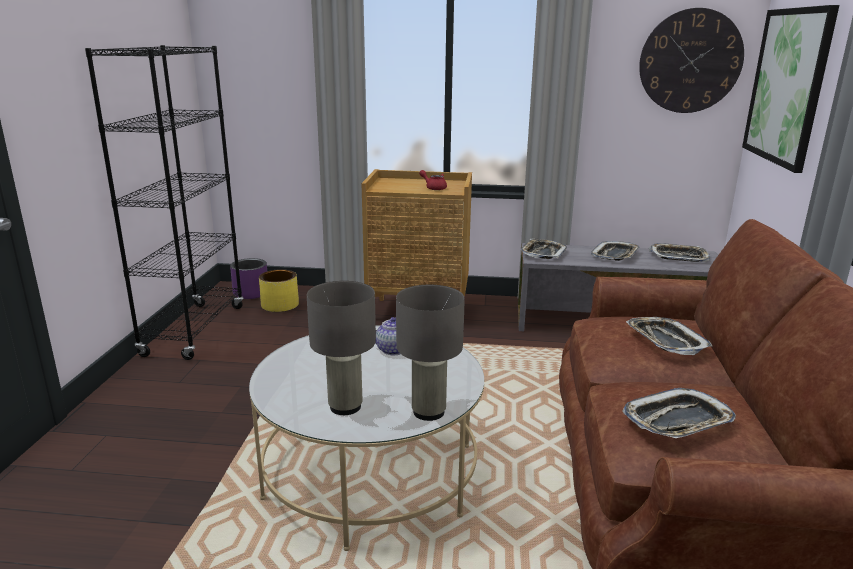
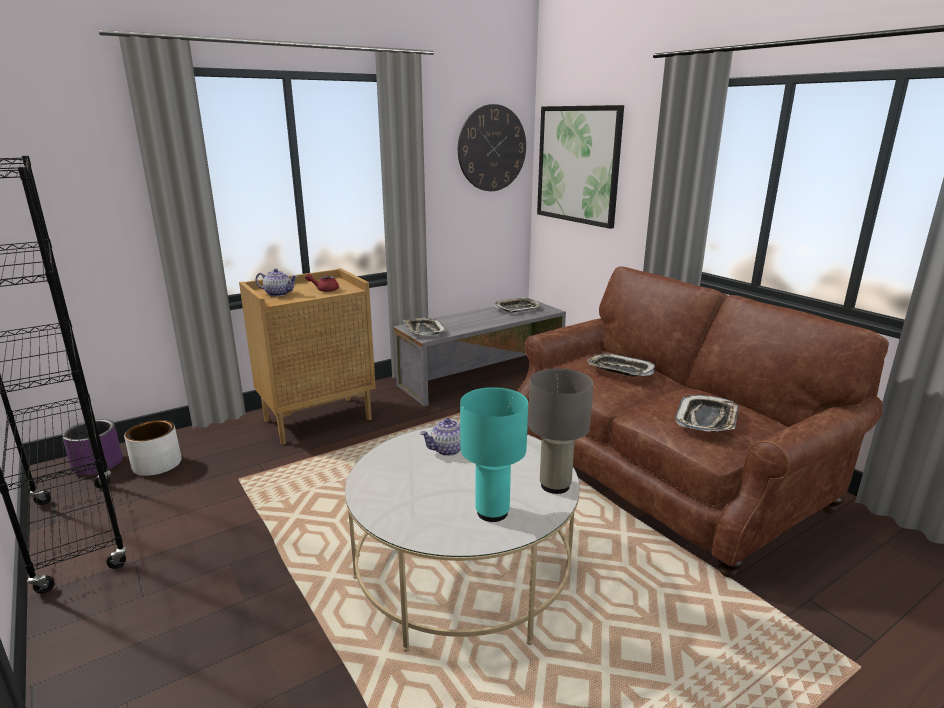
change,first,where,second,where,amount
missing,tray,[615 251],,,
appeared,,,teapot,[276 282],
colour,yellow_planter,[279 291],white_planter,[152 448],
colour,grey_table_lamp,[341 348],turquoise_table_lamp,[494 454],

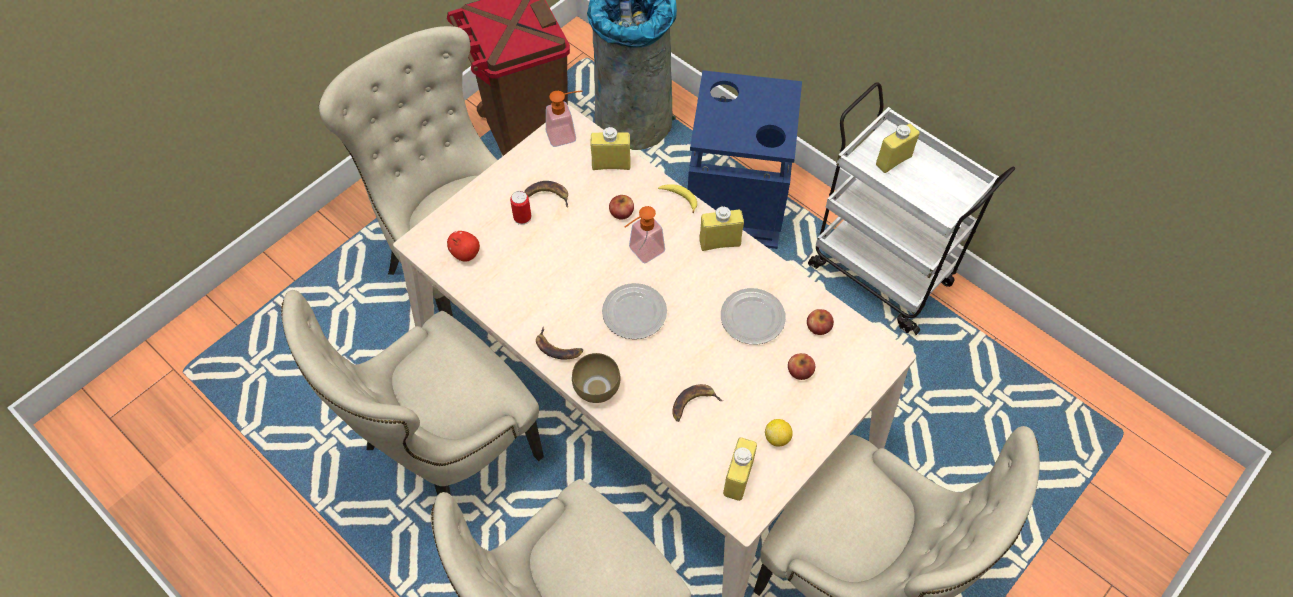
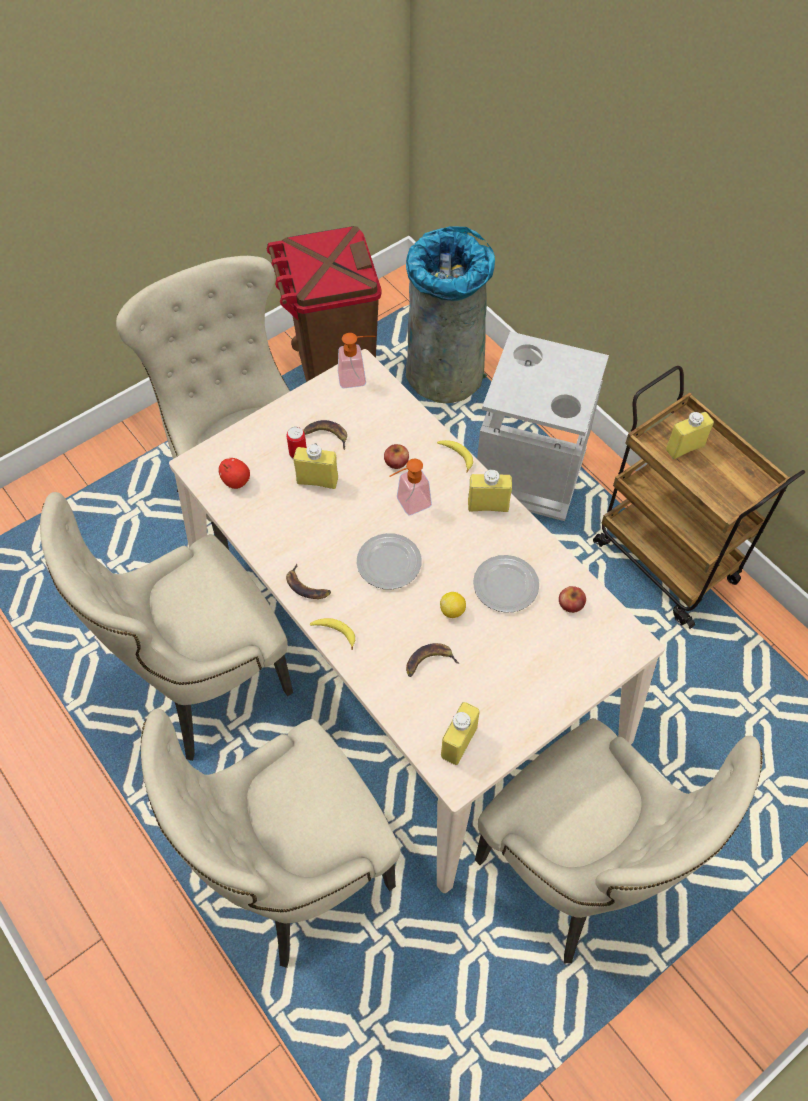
change,first,where,second,where,amount
missing,apple,[801 366],,,
relocated,yellow_bottle,[610 148],,[316 466],
relocated,lemon,[779 433],,[453 605],
exchanged,brown_bowl,[596 378],banana,[332 634],
colour,blue_trash_can,[745 159],grey_trash_can,[543 426],
colour,white_cart,[911 208],brown_cart,[699 497],

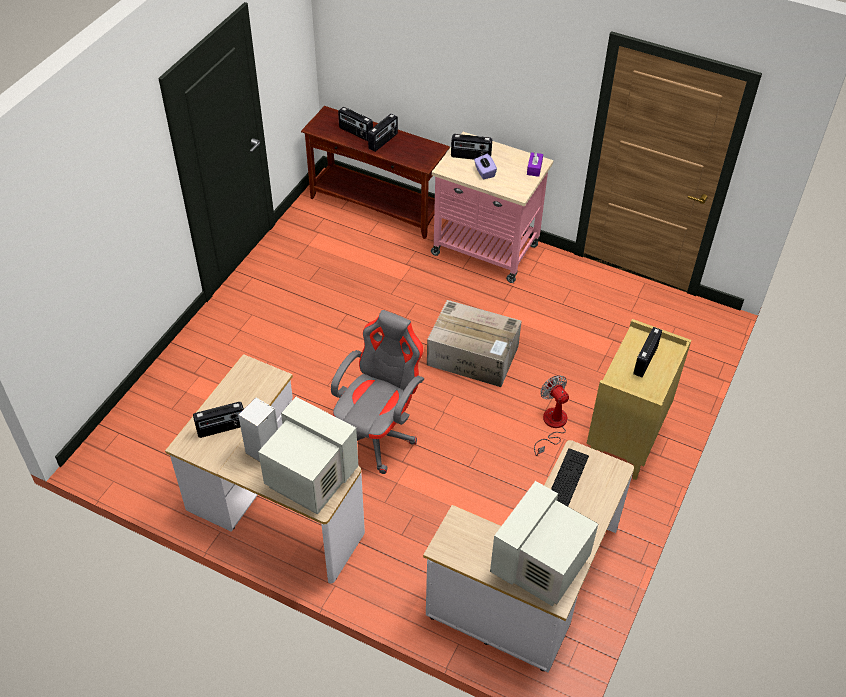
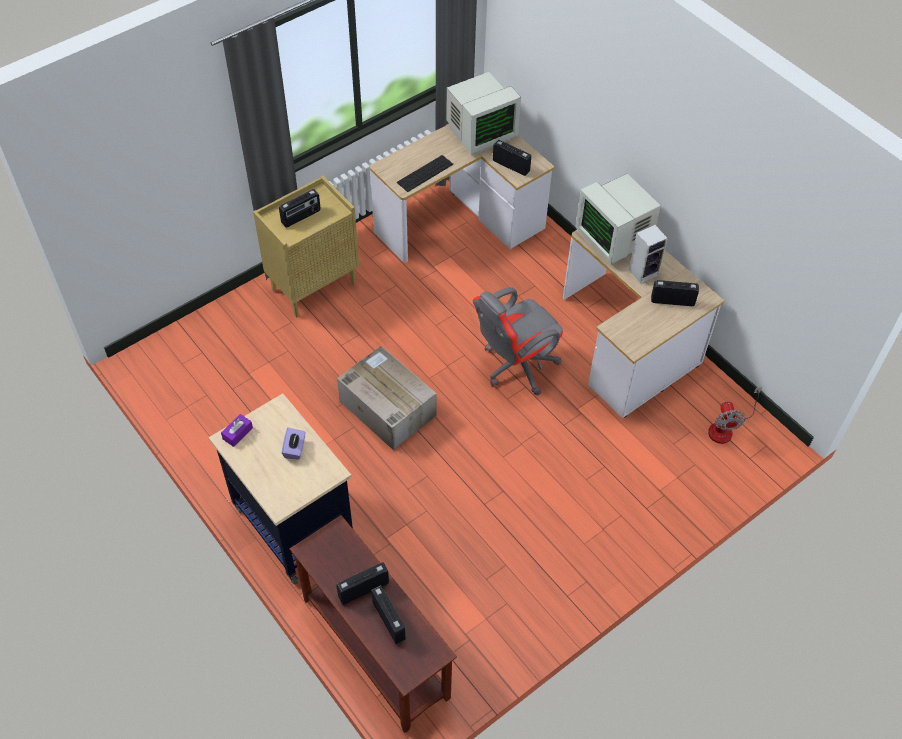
change,first,where,second,where,amount
relocated,radio,[471 147],,[512 158],
relocated,fan,[551 415],,[735 415],
colour,pink_cart,[492 207],blue_cart,[281 489],

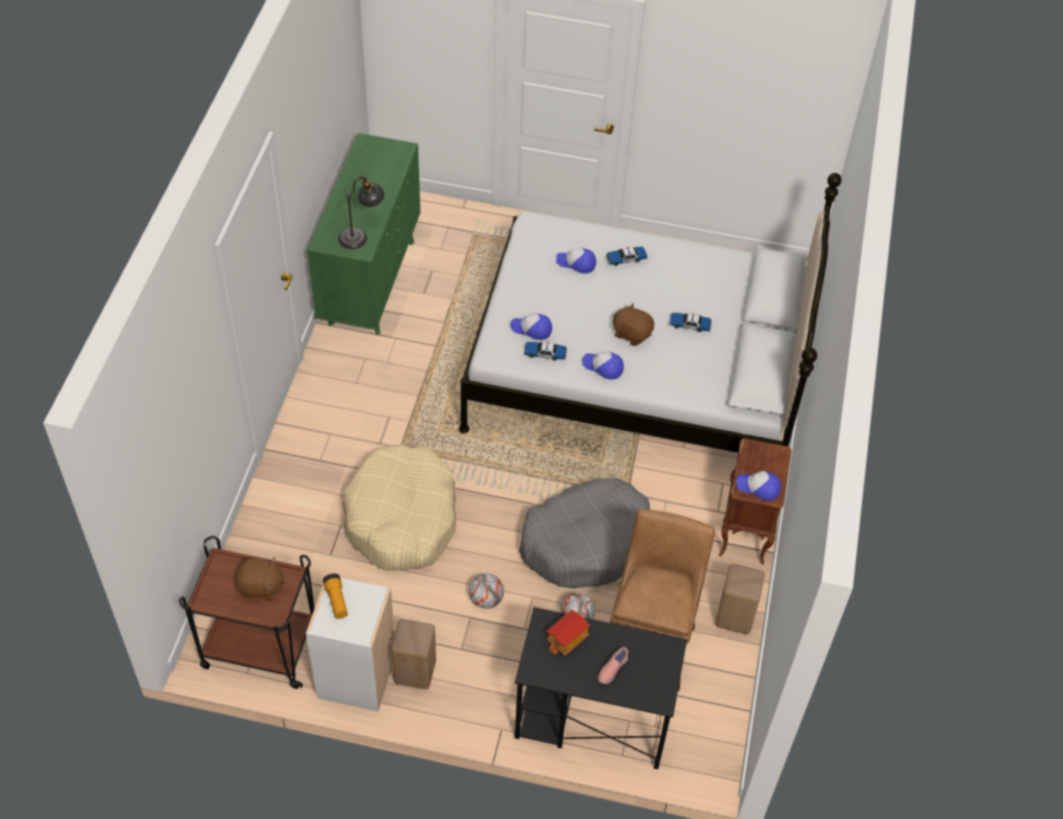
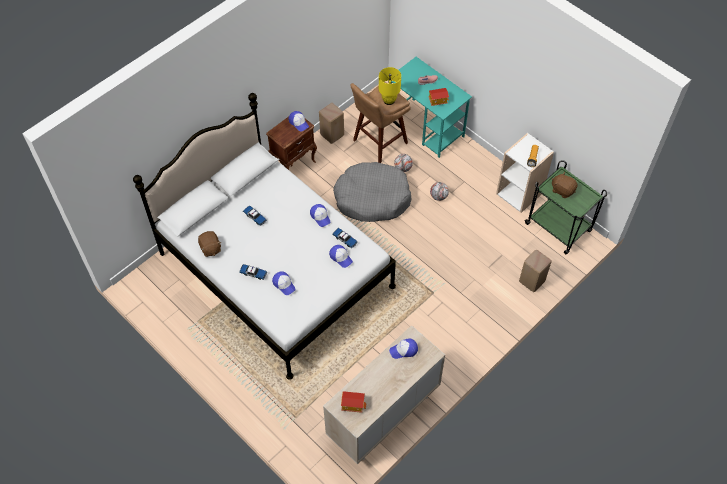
change,first,where,second,where,amount
missing,beige_dog_bed,[399 507],,,
appeared,,,toy_house,[354 402],
appeared,,,yellow_table_lamp,[390 86],
relocated,beige_stool,[413 654],,[535 271],
relocated,brown_plush_toy,[633 324],,[209 244],
exchanged,grey_table_lamp,[361 212],cap,[403 348],
colour,brown_cart,[247 612],green_cart,[566 207],
colour,green_dresser,[363 234],white_dresser,[384 394],
colour,black_desk,[601 688],turquoise_desk,[431 107],

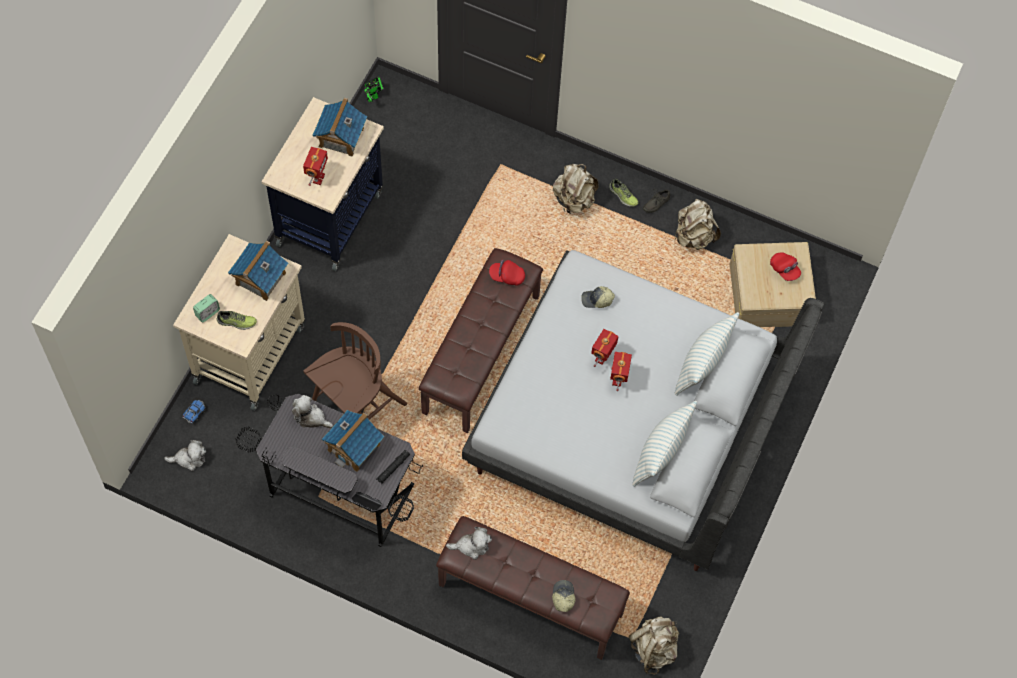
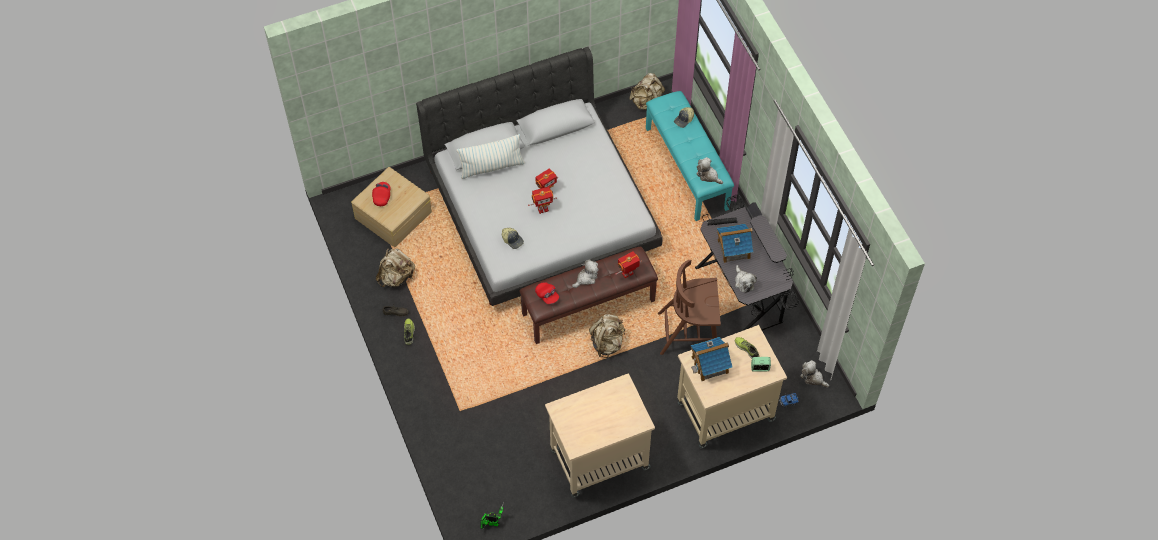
change,first,where,second,where,amount
missing,toy_house,[340 127],,,
missing,pillow,[664 444],,,
appeared,,,plush_toy,[585 273],
relocated,toy_robot,[315 166],,[628 264],
relocated,beige_backpack,[575 189],,[607 336],
colour,blue_cart,[322 184],beige_cart,[600 435],
colour,brown_bench,[533 588],turquoise_bench,[690 156],

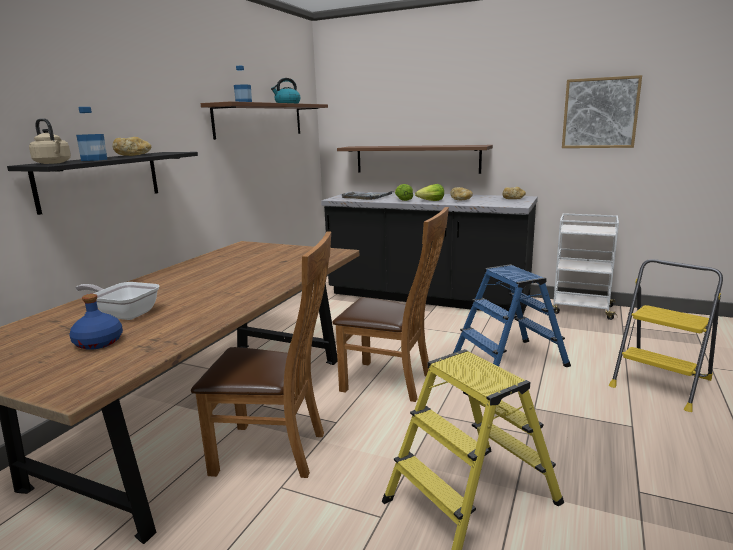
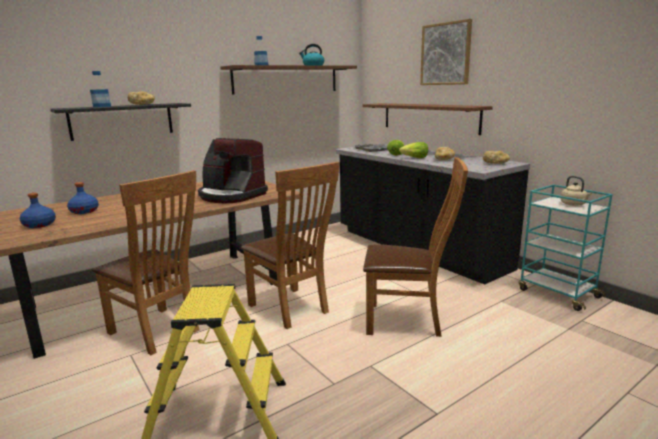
change,first,where,second,where,amount
missing,yellow_step_ladder,[665 335],,,
appeared,,,coffee_machine,[233 170],
relocated,beige_kettle,[50 141],,[576 191],
relocated,picture,[602 111],,[446 52],
exchanged,frying_pan,[117 301],blue_bottle,[83 198],
exchanged,blue_step_ladder,[512 315],brown_chair,[415 247],
colour,white_cart,[585 266],turquoise_cart,[566 248],

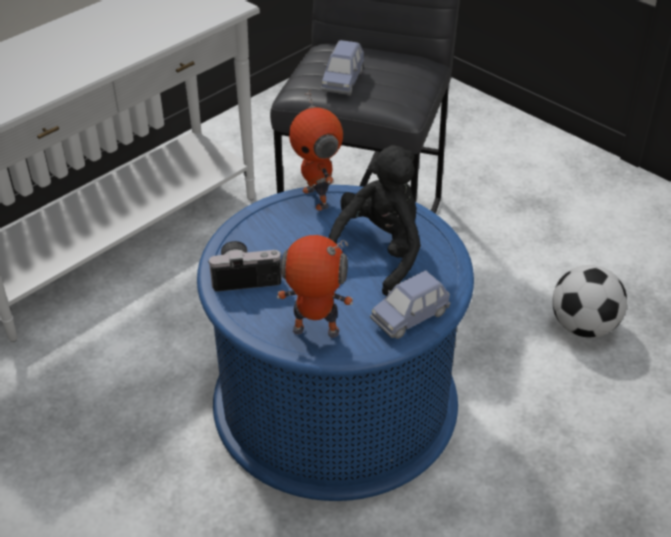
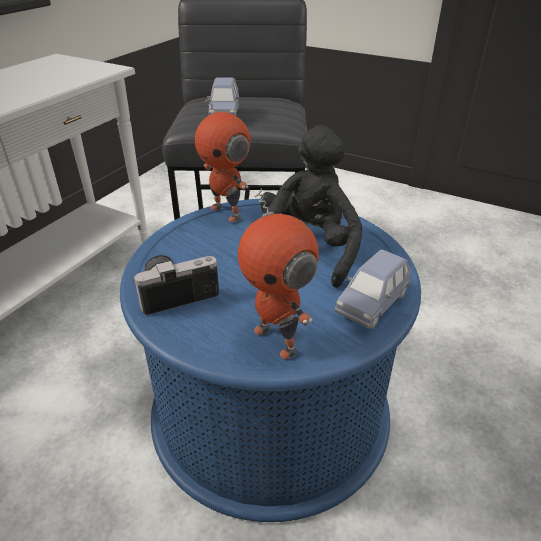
change,first,where,second,where,amount
missing,football,[590 301],,,
spun,toy_robot,[315 286],,[278 274],120 degrees counterclockwise

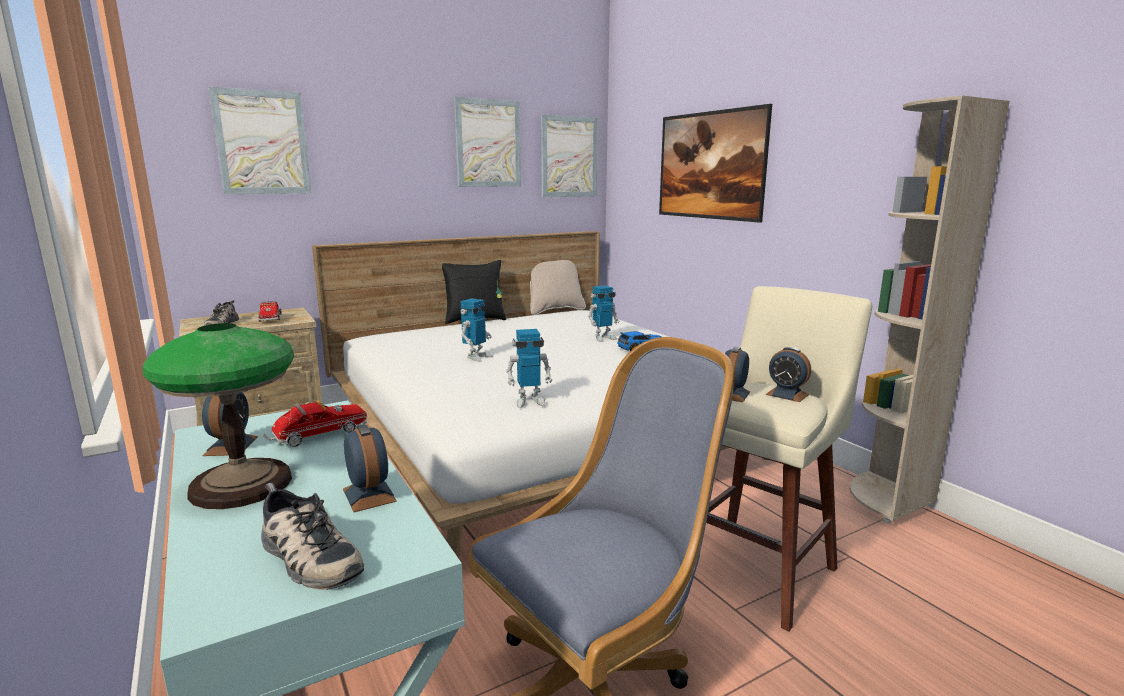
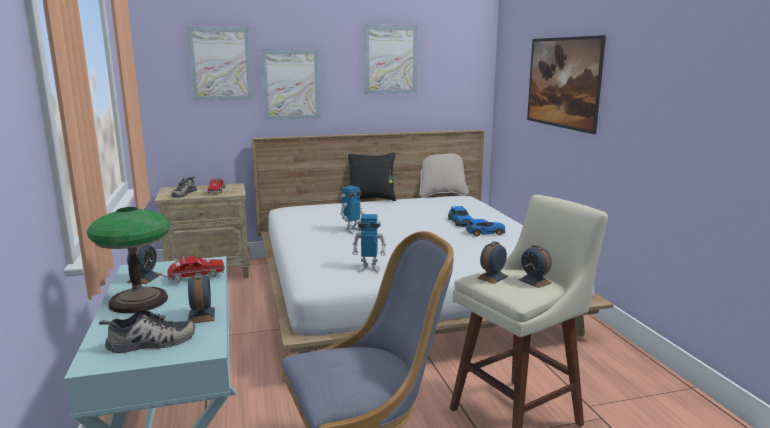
change,first,where,second,where,amount
missing,beige_bookcase,[930 309],,,
relocated,picture,[569 156],,[291 84],
exchanged,toy_robot,[604 313],toy_car,[460 216],
spun,shoe,[312 536],,[147 331],75 degrees counterclockwise

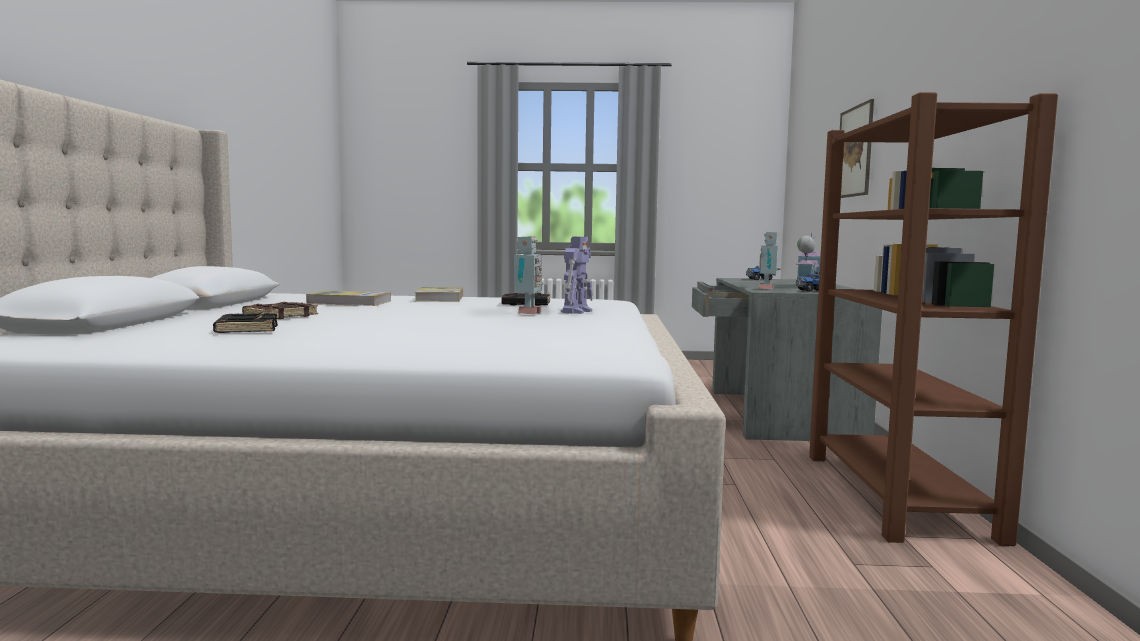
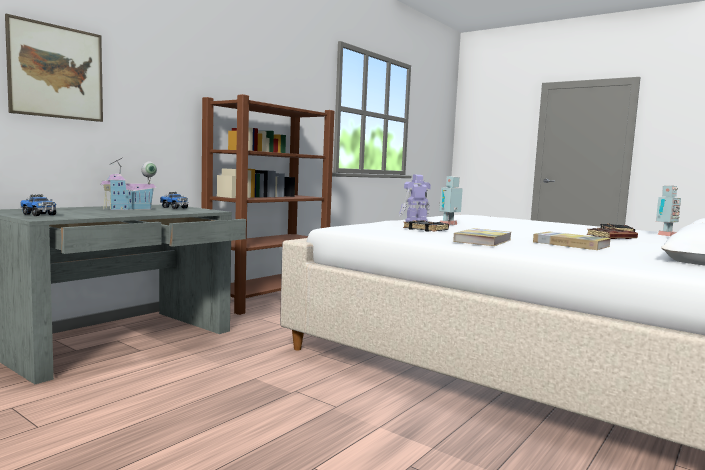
change,first,where,second,where,amount
relocated,toy_robot,[769 260],,[668 211],

